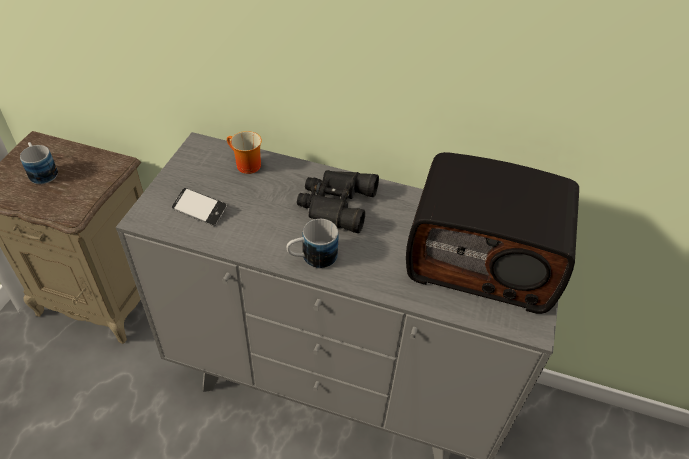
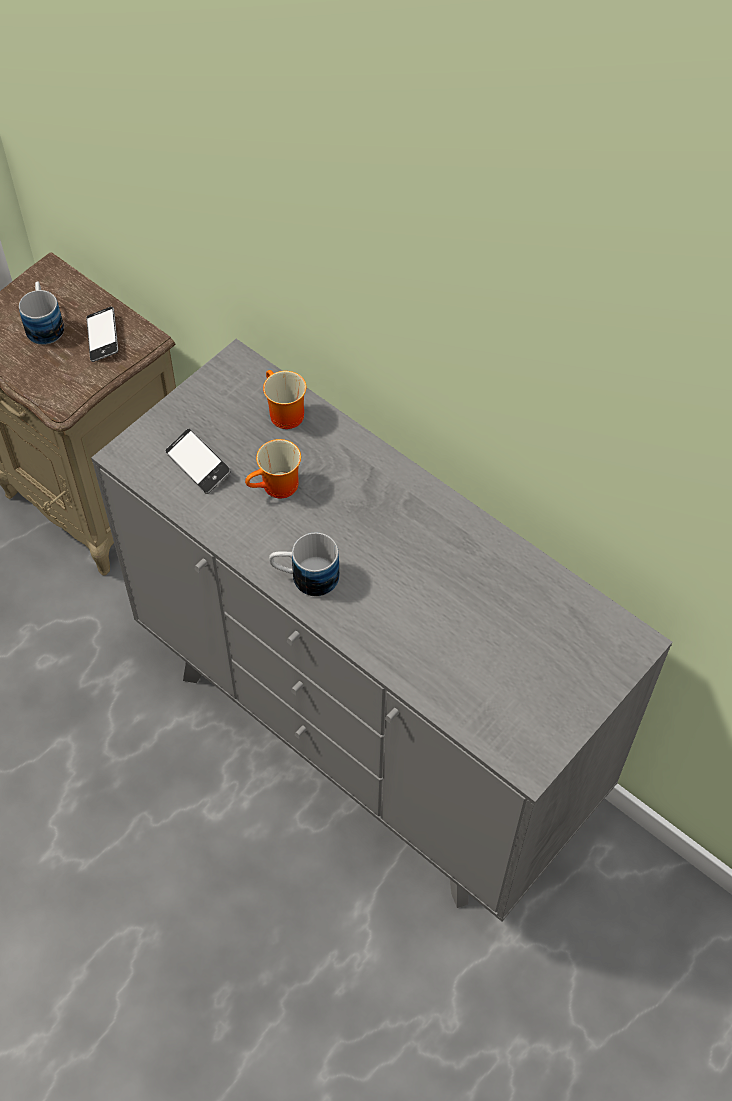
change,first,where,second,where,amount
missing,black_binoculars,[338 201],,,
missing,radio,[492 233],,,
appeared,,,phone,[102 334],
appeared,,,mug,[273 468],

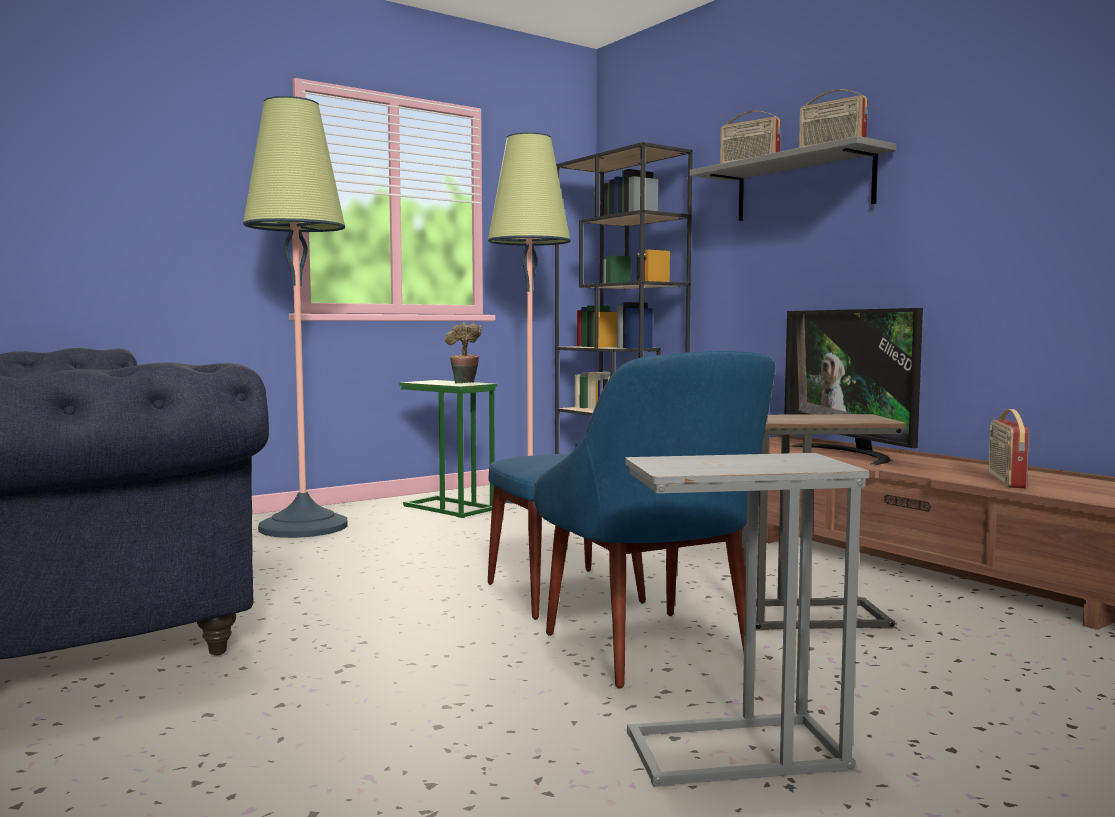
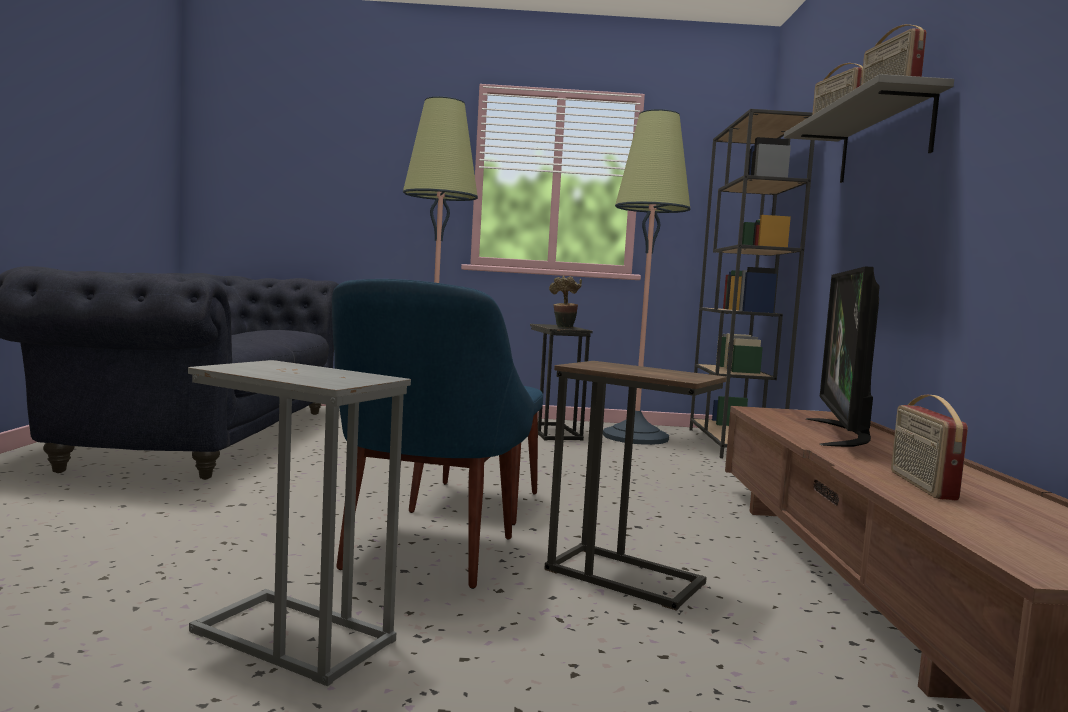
change,first,where,second,where,amount
colour,green_side_table,[448 449],black_side_table,[561 382],
spun,radio,[1009 448],,[929 447],45 degrees counterclockwise

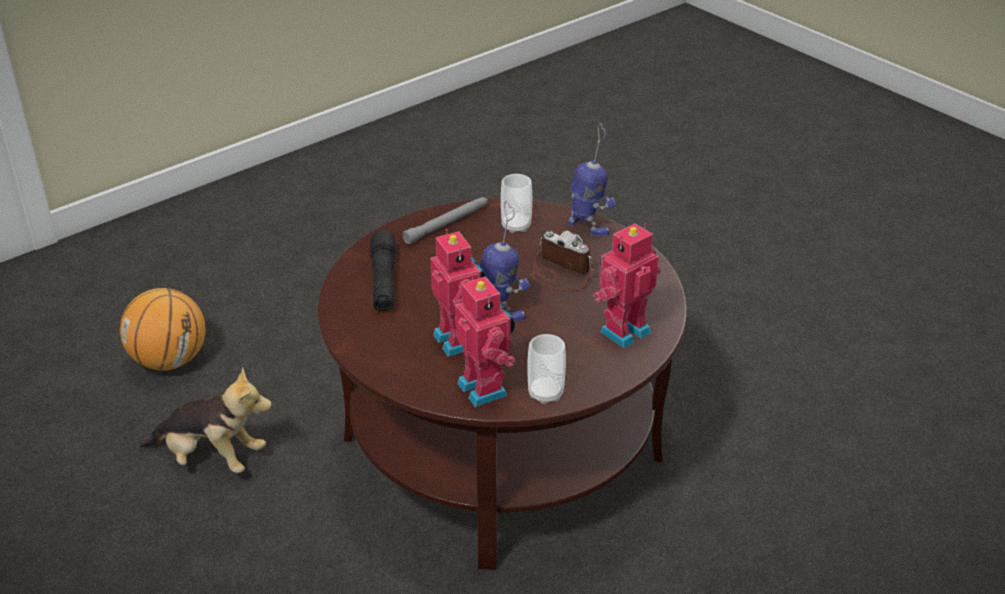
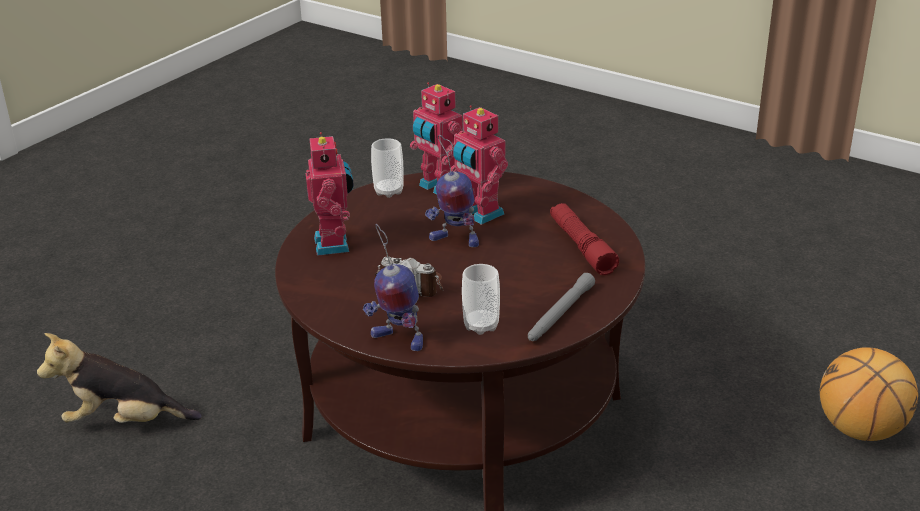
change,first,where,second,where,amount
relocated,plush_toy,[205 420],,[119 378],
colour,black_flashlight,[382 270],red_flashlight,[584 239],
spun,toy_robot,[626 285],,[330 194],45 degrees counterclockwise

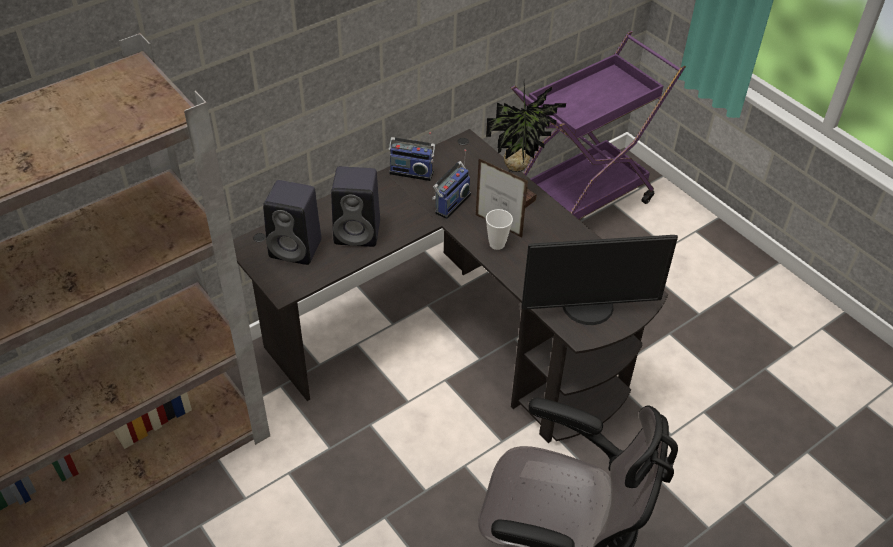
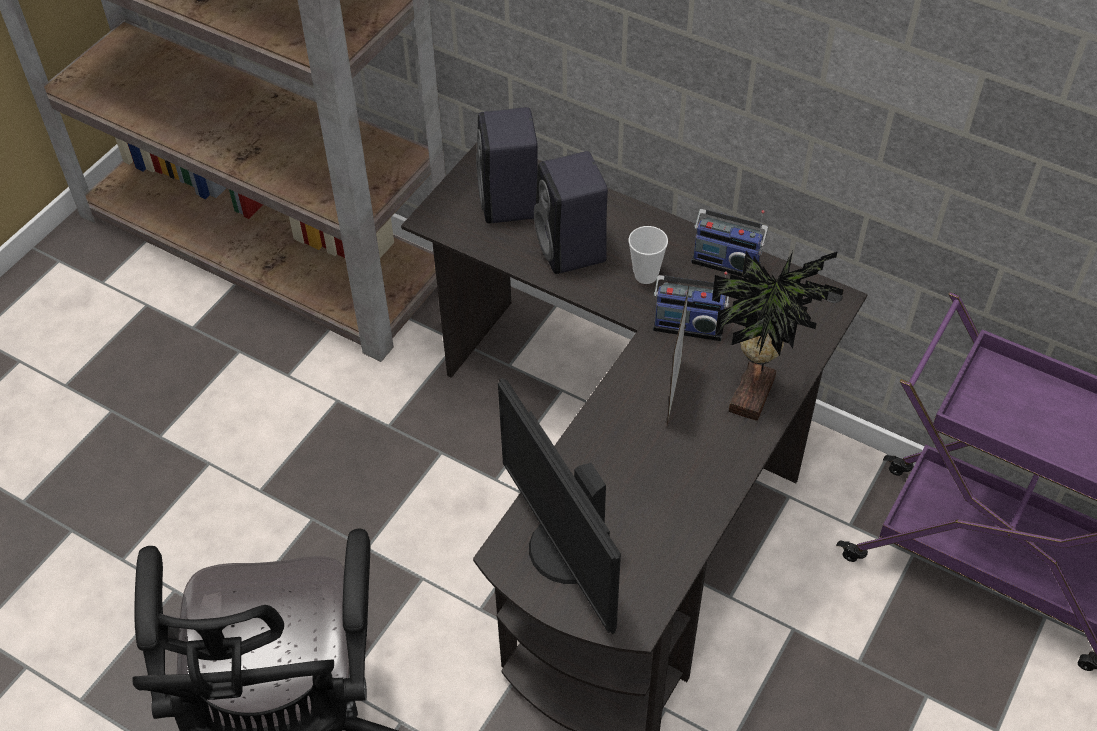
change,first,where,second,where,amount
relocated,cup,[499 229],,[648 255],
spun,radio,[411 156],,[729 244],60 degrees counterclockwise

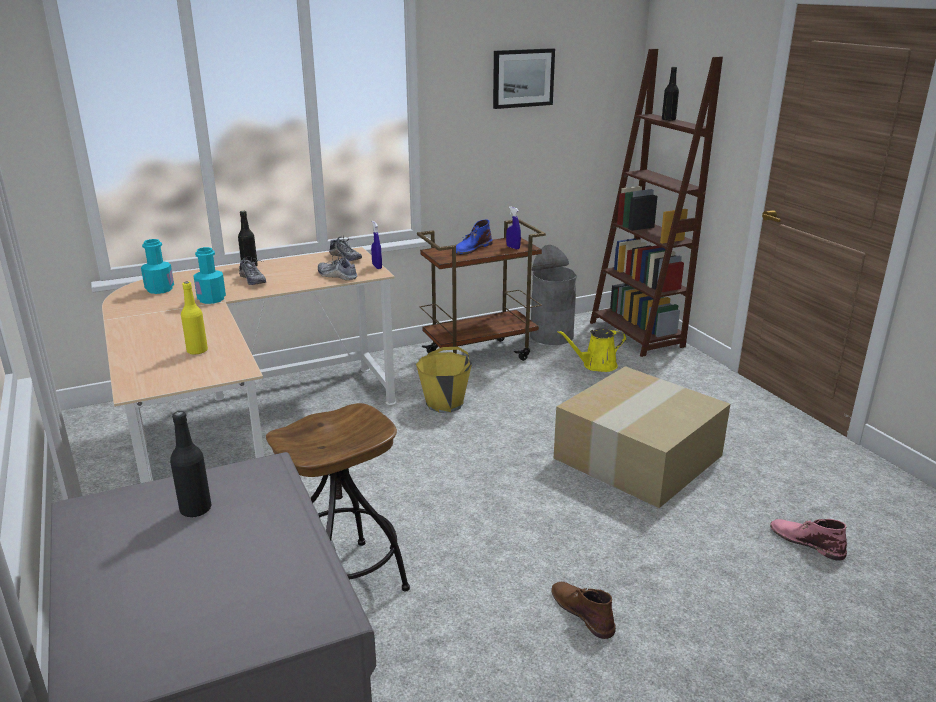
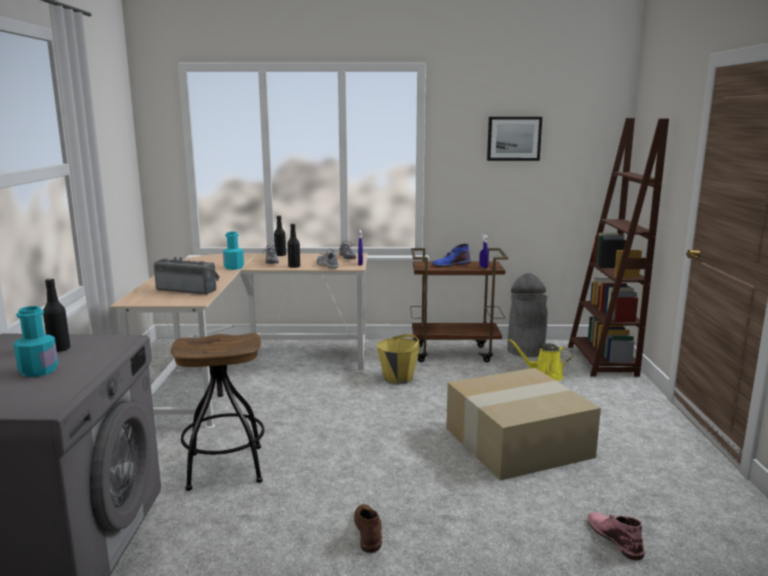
change,first,where,second,where,amount
relocated,turquoise_bottle,[157 266],,[36 341],
relocated,black_bottle,[670 94],,[293 246],
exchanged,yellow_bottle,[194 317],radio,[187 276],

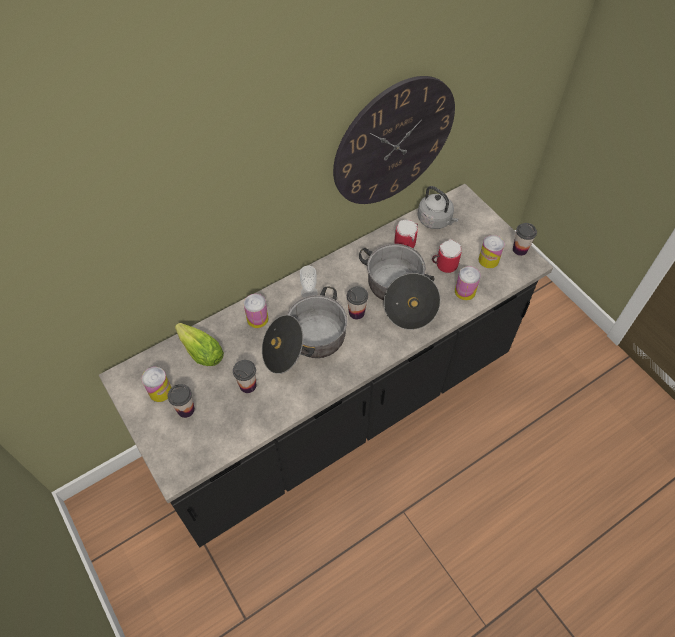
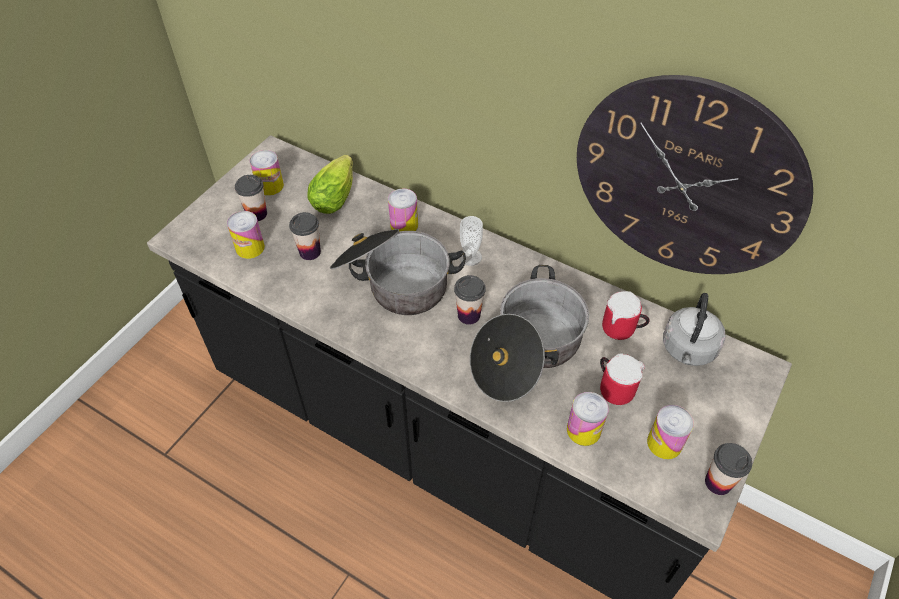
change,first,where,second,where,amount
appeared,,,can,[246 235],

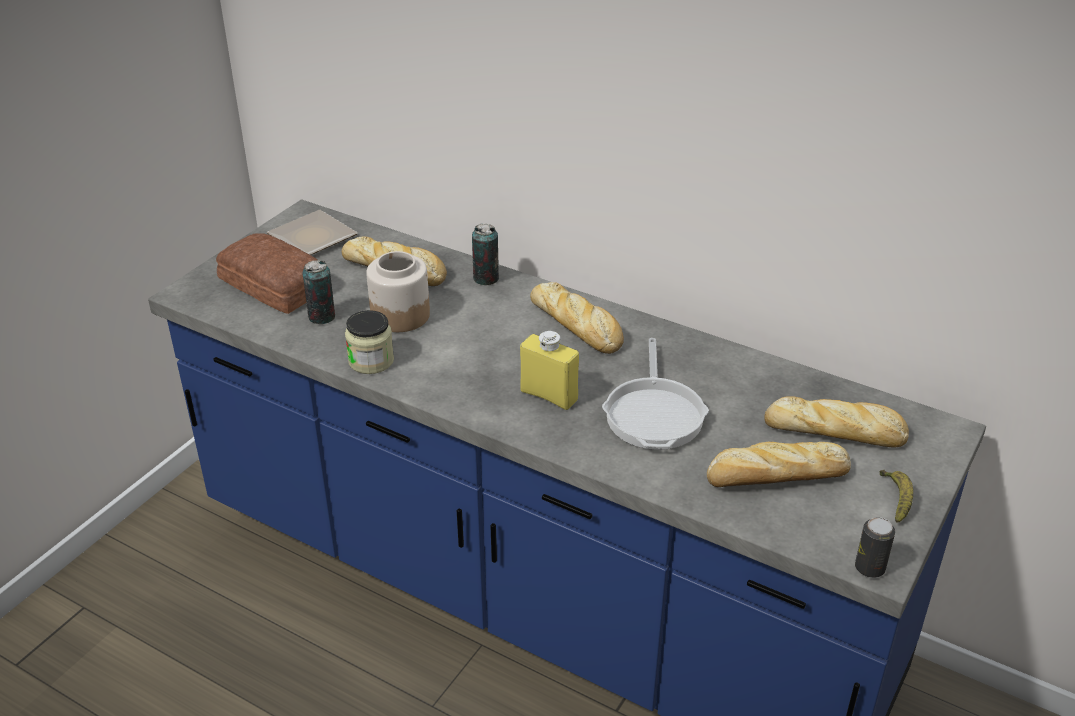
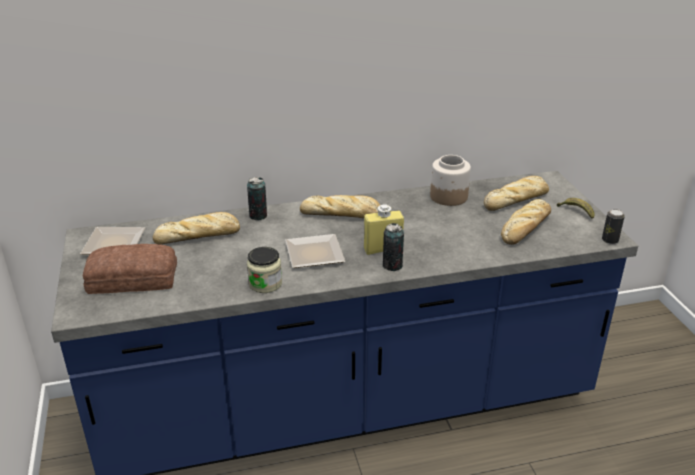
change,first,where,second,where,amount
missing,frying_pan,[655 394],,,
appeared,,,plate,[315 251],
relocated,can,[319 292],,[393 247],
relocated,jar,[398 291],,[450 180],

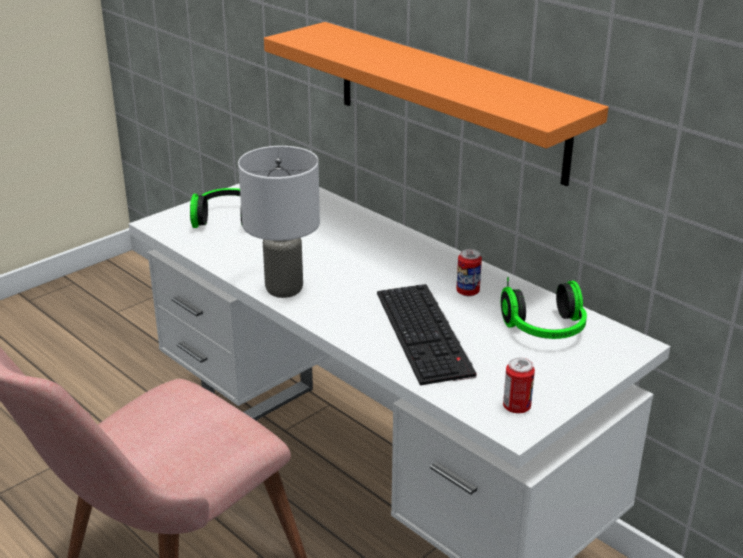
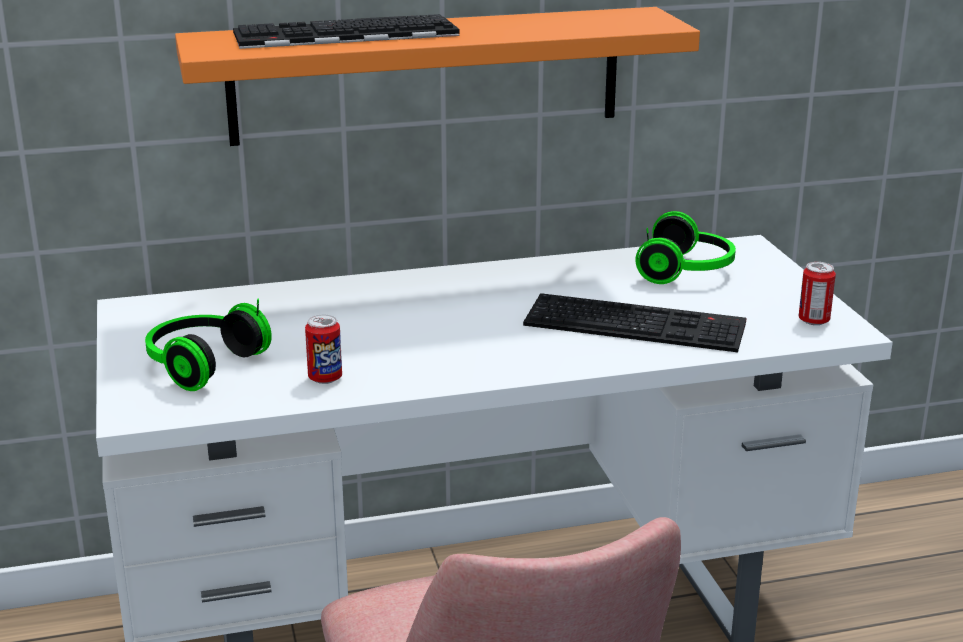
change,first,where,second,where,amount
missing,white_table_lamp,[279 222],,,
appeared,,,keyboard,[346 31],
relocated,can,[469 272],,[323 349],

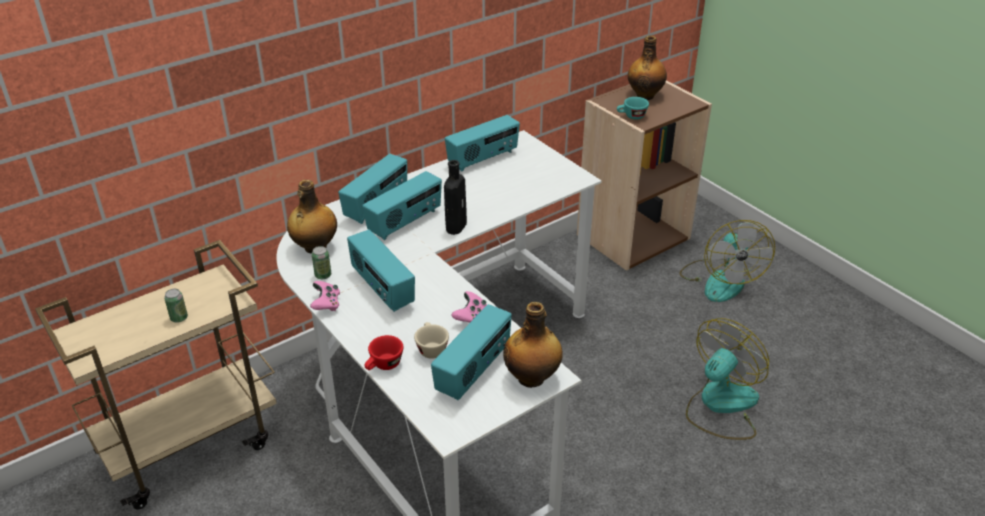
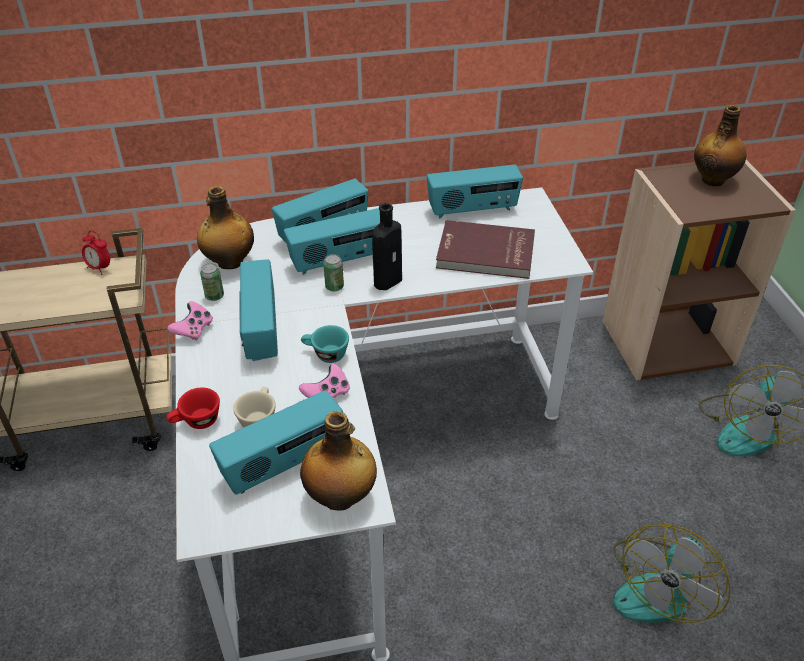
change,first,where,second,where,amount
appeared,,,alarm_clock,[96 253],
appeared,,,red_book,[485 249],
relocated,can,[176 306],,[333 272],
relocated,turquoise_cup,[633 108],,[325 344],
spun,fan,[727 379],,[672 573],150 degrees clockwise

